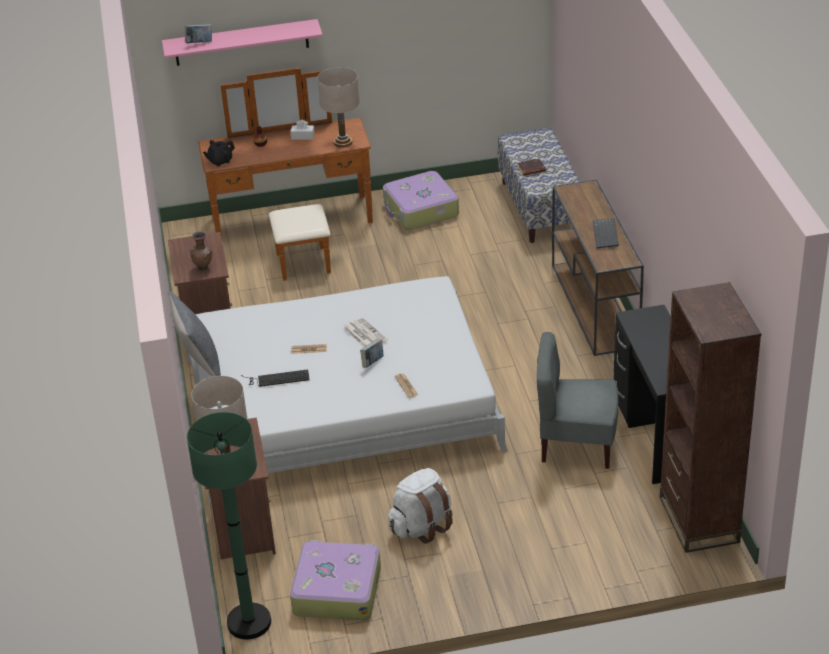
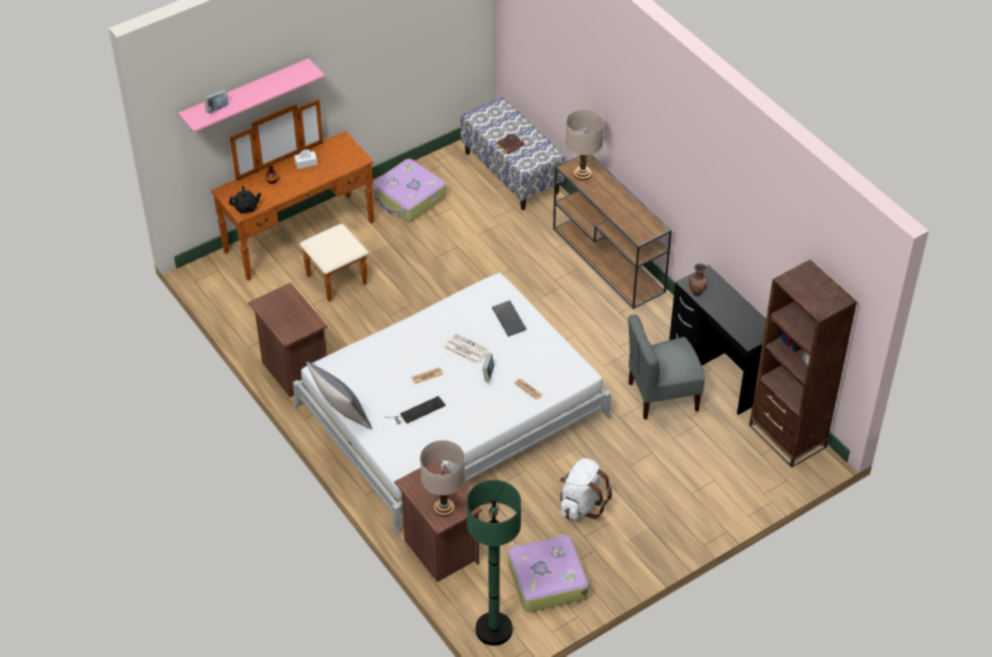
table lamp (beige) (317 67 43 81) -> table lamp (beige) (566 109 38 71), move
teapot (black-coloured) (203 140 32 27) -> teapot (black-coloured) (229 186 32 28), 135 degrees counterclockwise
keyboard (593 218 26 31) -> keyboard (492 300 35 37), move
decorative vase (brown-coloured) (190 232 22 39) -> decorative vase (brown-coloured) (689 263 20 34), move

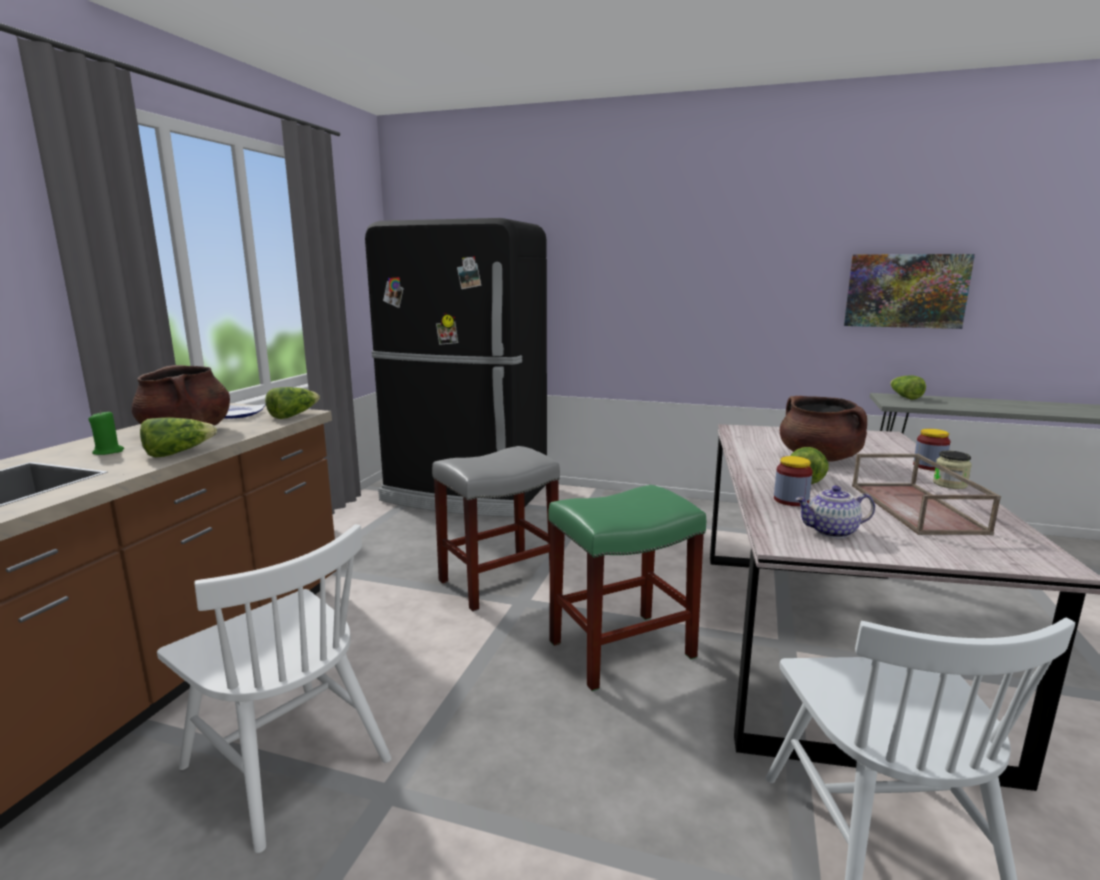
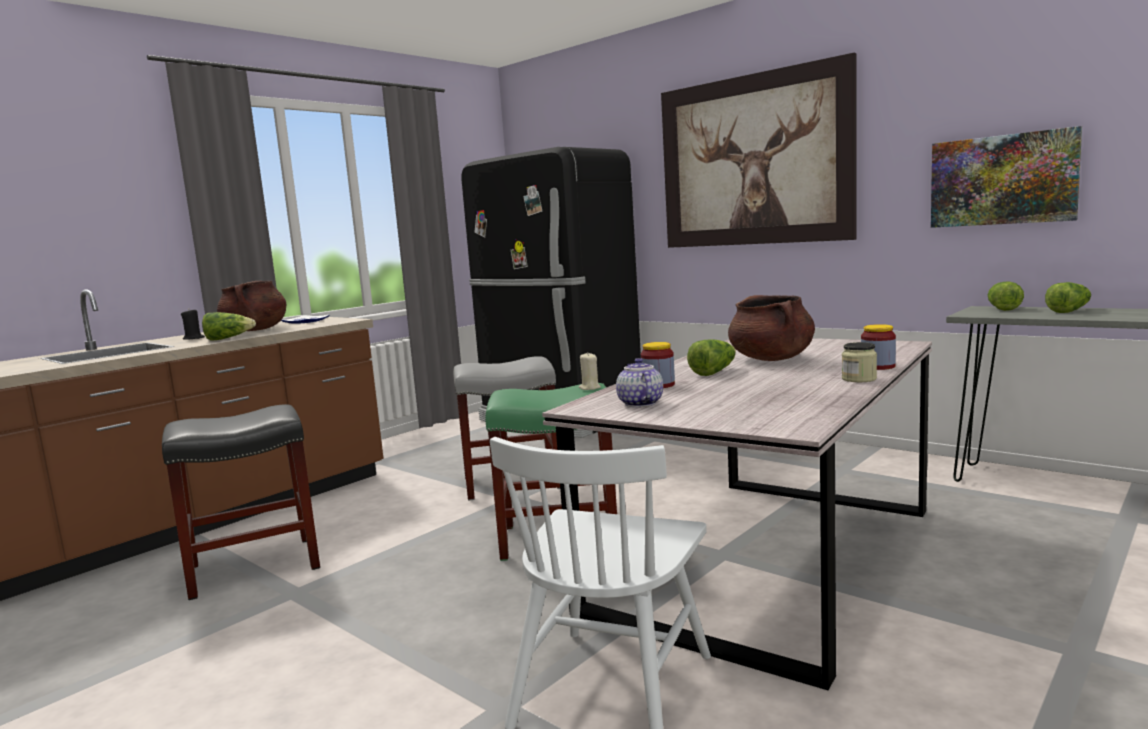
lettuce head (265 387 55 32) -> lettuce head (1045 282 46 31), move
wax light (green) (88 410 36 45) -> wax light (black-coloured) (181 310 24 30)
carrying tray (brown-coloured) (852 454 149 81) -> none
teapot (795 486 80 52) -> teapot (616 358 47 49), 60 degrees clockwise
plain chair (white-coloured) (157 524 235 329) -> stool seat (black-coloured) (162 404 158 196)
none -> wall picture (661 53 196 195)
none -> wax light (beige) (579 352 22 38)

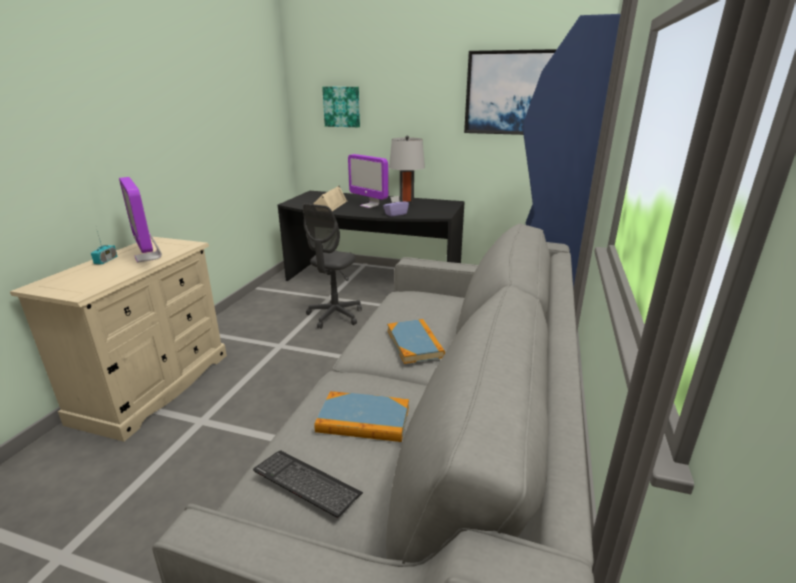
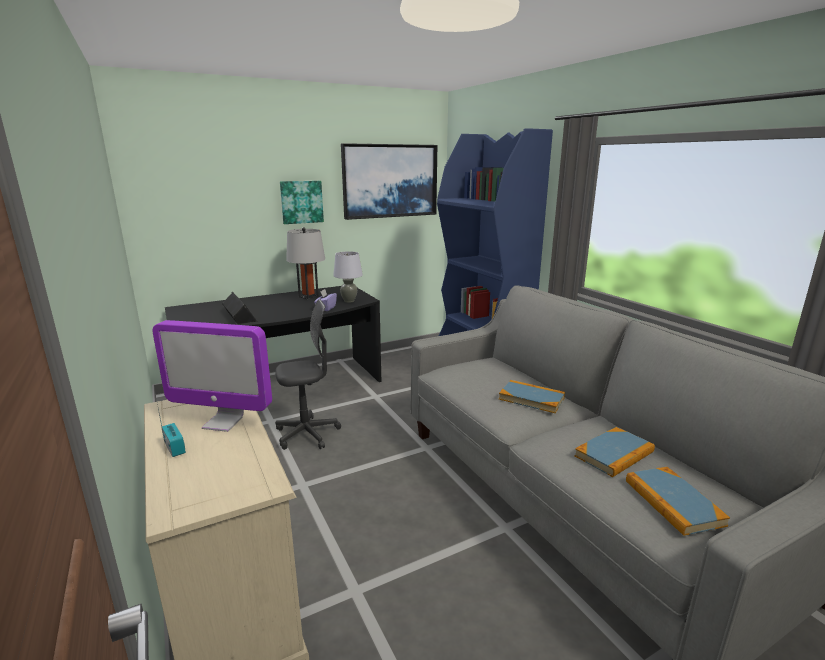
wall picture (322 87 38 40) -> wall picture (280 181 44 43), move
computer display (348 154 40 54) -> none
audio speaker (beige) (313 186 34 25) -> audio speaker (black-coloured) (222 292 35 32)
desk chair (grey) (303 203 59 126) -> desk chair (grey) (275 299 66 151), 90 degrees counterclockwise
keyboard (253 450 110 68) -> book (626 467 104 69)
none -> table lamp (grey) (333 251 30 52)

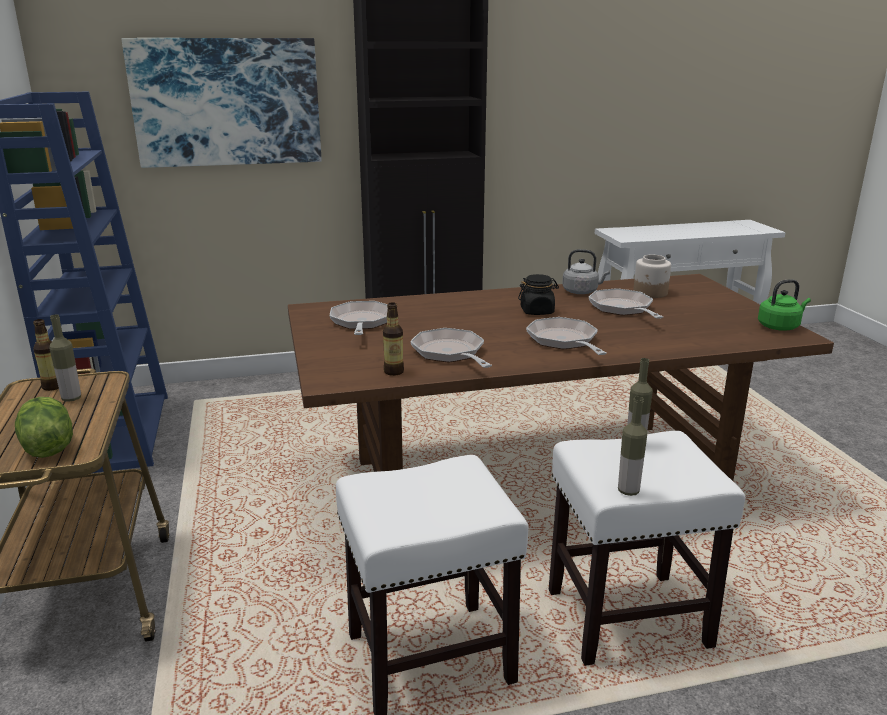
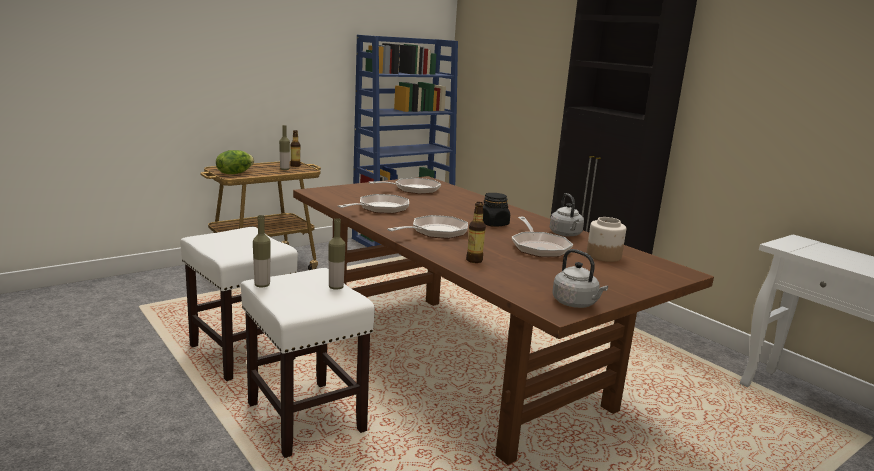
wall picture (121 38 201 130) -> none
water kettle (green) (758 279 53 52) -> water kettle (grey) (552 249 56 59)
pan (589 288 74 31) -> pan (512 217 61 40), 120 degrees clockwise
beverage bottle (383 302 21 74) -> beverage bottle (466 202 20 61), move

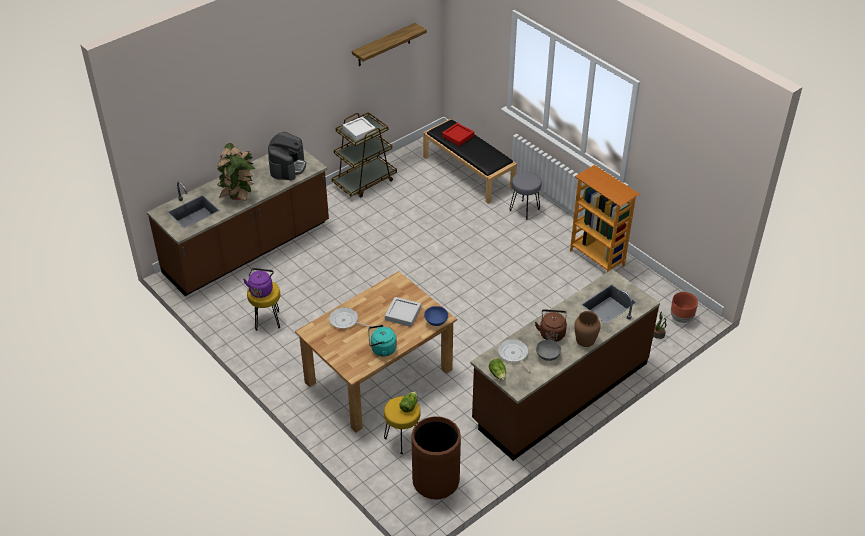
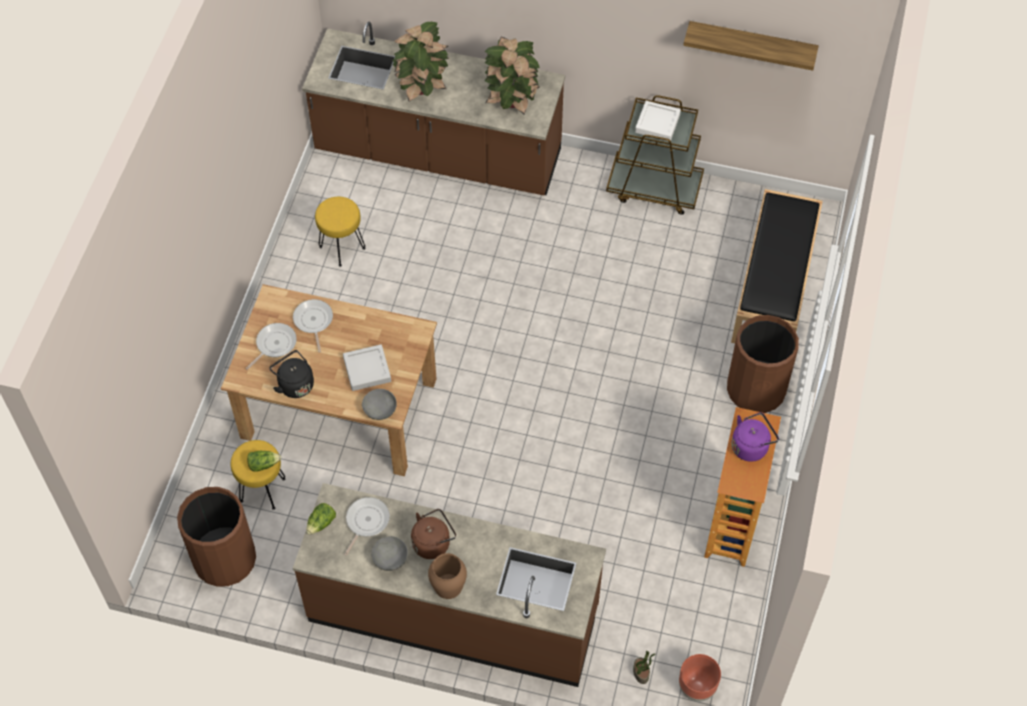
carrying tray (red-coloured) (442 123 32 23) -> none
coffee maker (268 132 38 49) -> houseplant (484 36 56 79)
stool seat (grey) (510 172 32 48) -> trash can (brown-coloured) (727 315 72 98)
water kettle (purplish) (243 268 31 30) -> water kettle (purplish) (732 412 47 50), move
serving bowl (blue-coloured) (424 306 24 20) -> serving bowl (grey) (362 389 35 31)
water kettle (turquoise-coloured) (368 325 29 32) -> water kettle (black-coloured) (270 350 44 48)
none -> pan (246 323 51 47)

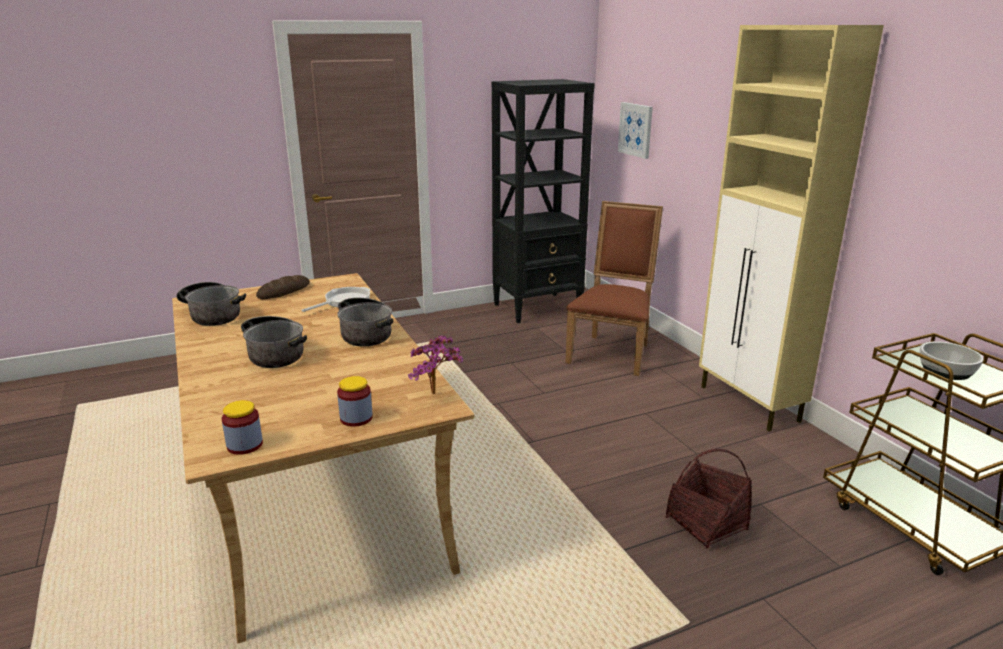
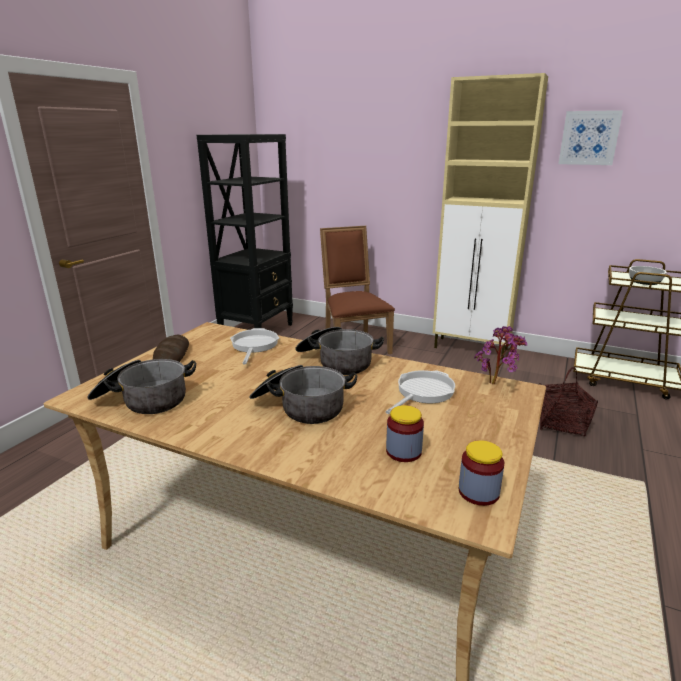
wall picture (618 102 35 57) -> wall picture (558 110 65 55), move
storage jar (337 376 36 51) -> storage jar (386 405 38 57), move
none -> pan (386 370 69 44)

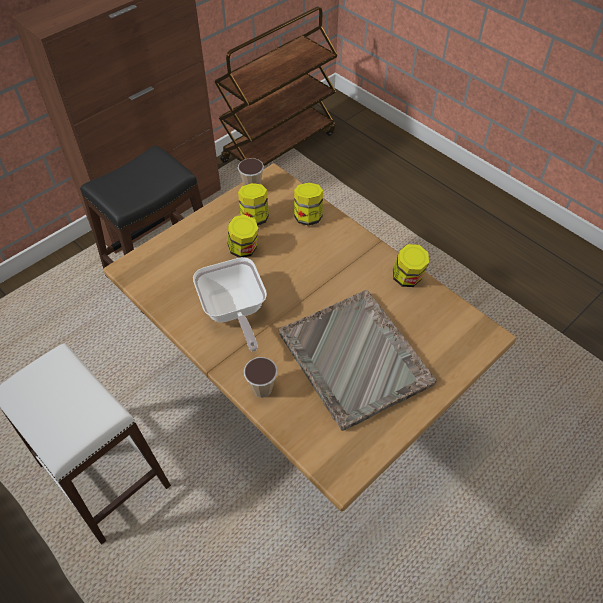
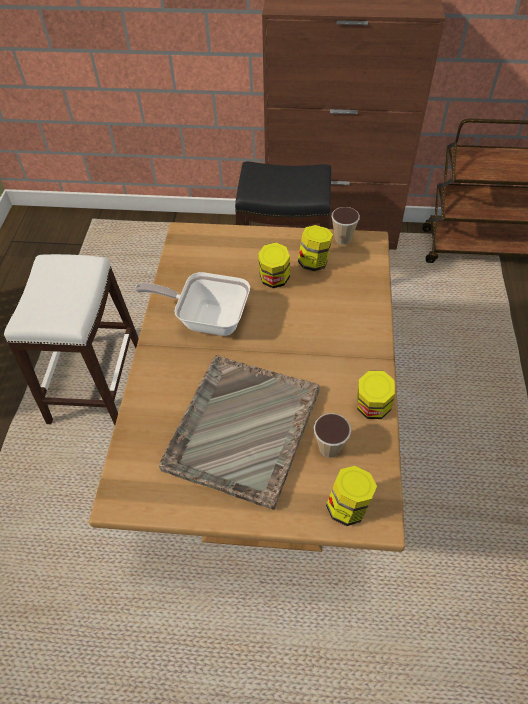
storage jar (294 182 29 44) -> storage jar (326 466 51 60), move
pan (193 257 74 95) -> pan (135 272 115 64), 75 degrees clockwise
small cup (244 357 34 41) -> small cup (314 413 37 45), move

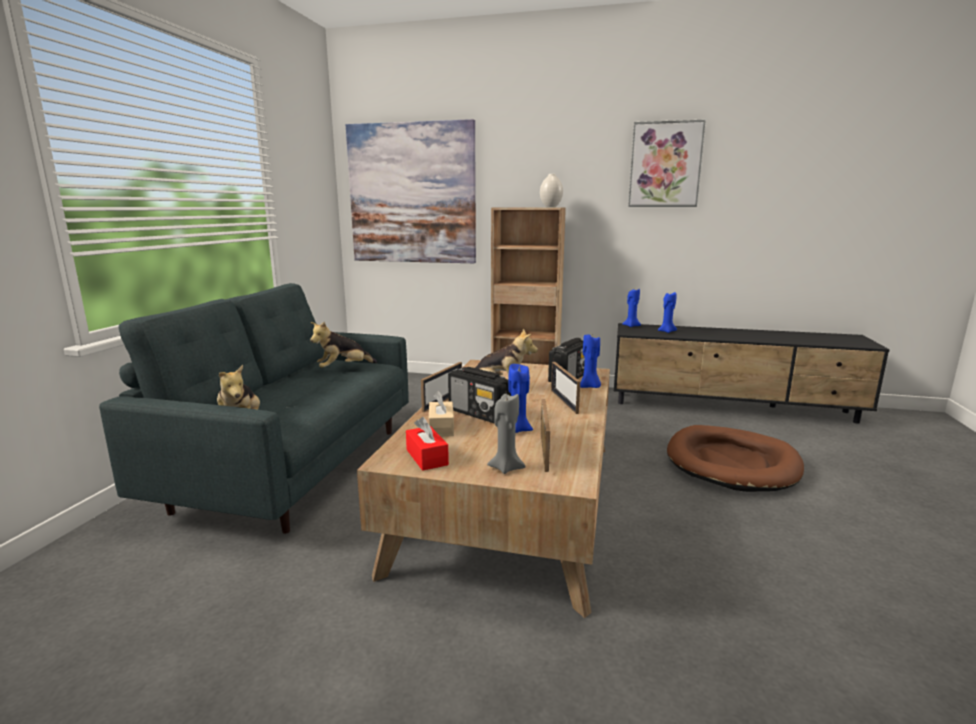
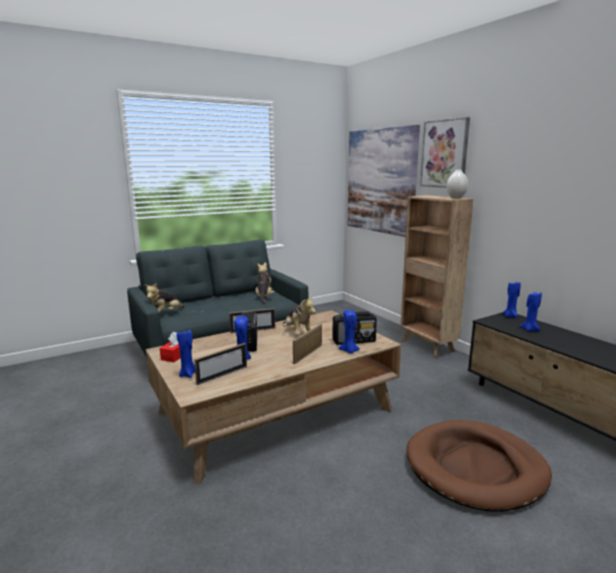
wall picture (628 119 78 88) -> wall picture (420 117 50 71), move
cuddly toy (310 321 67 47) -> cuddly toy (255 263 20 42), 75 degrees clockwise
tissue holder (beige) (429 391 25 46) -> none
wax light (grey) (487 394 39 80) -> wax light (blue-coloured) (176 330 19 48)

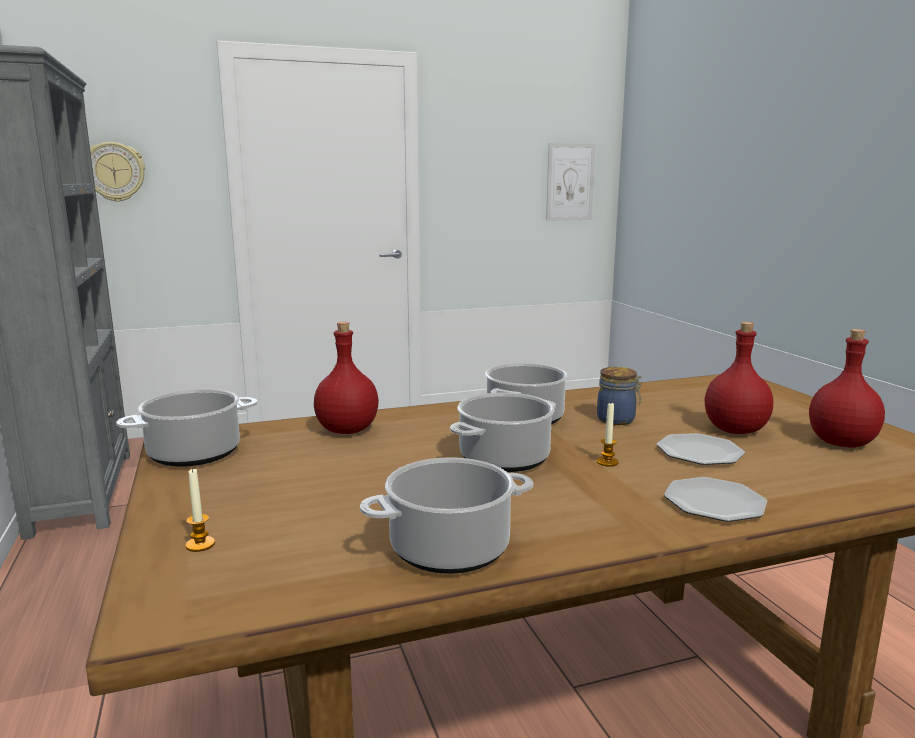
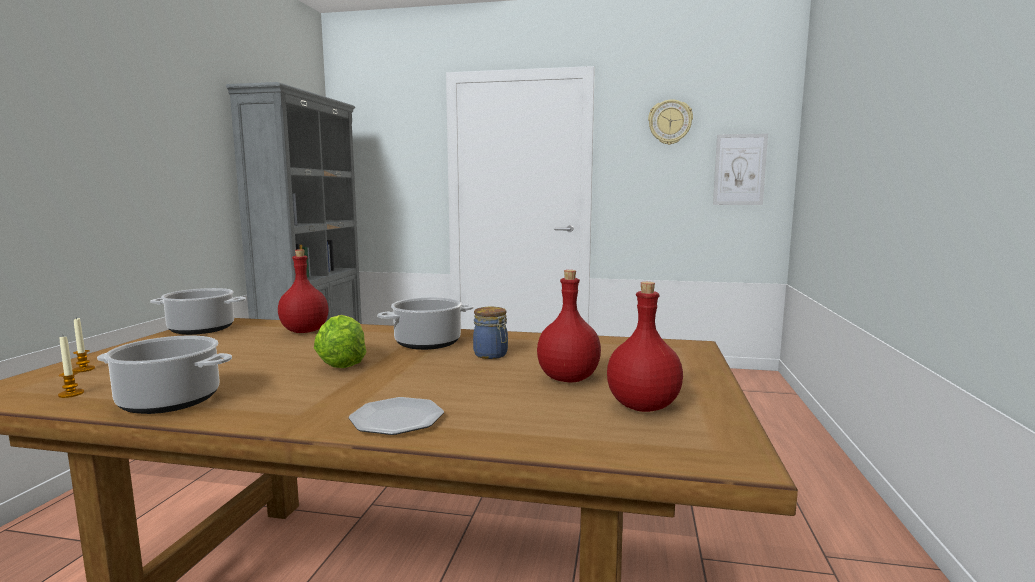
clock on the wall (90 142 55 60) -> clock on the wall (648 99 45 46), move
cooking pot (450 393 106 79) -> lettuce head (314 315 53 53)
wax light (597 403 22 64) -> wax light (58 337 26 61), move
dinner plate (657 433 88 32) -> none

